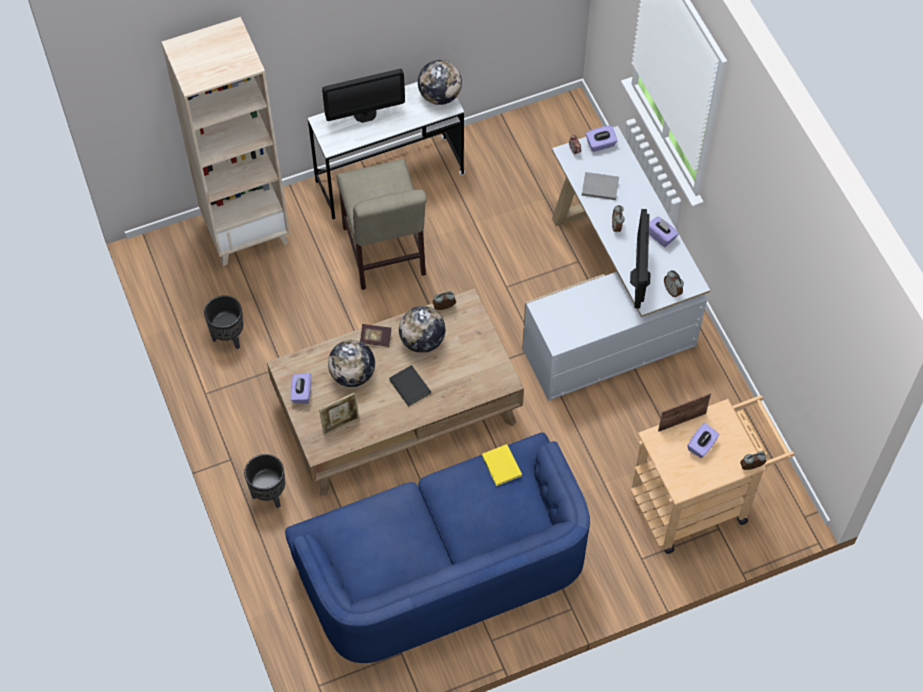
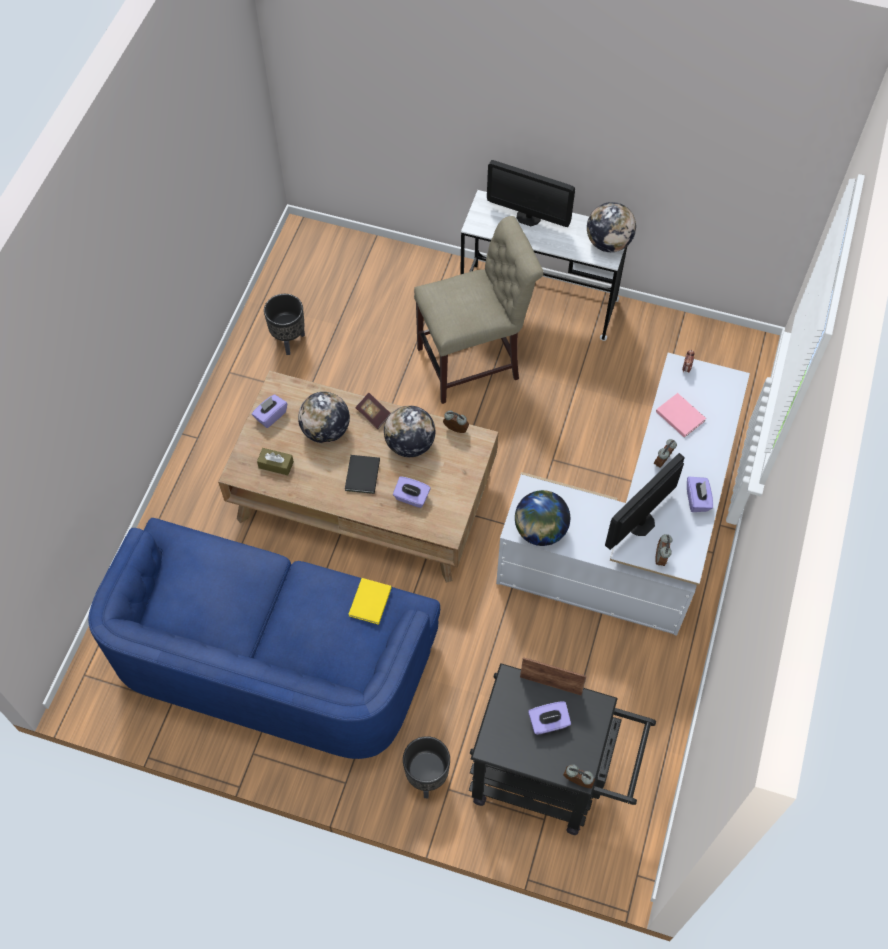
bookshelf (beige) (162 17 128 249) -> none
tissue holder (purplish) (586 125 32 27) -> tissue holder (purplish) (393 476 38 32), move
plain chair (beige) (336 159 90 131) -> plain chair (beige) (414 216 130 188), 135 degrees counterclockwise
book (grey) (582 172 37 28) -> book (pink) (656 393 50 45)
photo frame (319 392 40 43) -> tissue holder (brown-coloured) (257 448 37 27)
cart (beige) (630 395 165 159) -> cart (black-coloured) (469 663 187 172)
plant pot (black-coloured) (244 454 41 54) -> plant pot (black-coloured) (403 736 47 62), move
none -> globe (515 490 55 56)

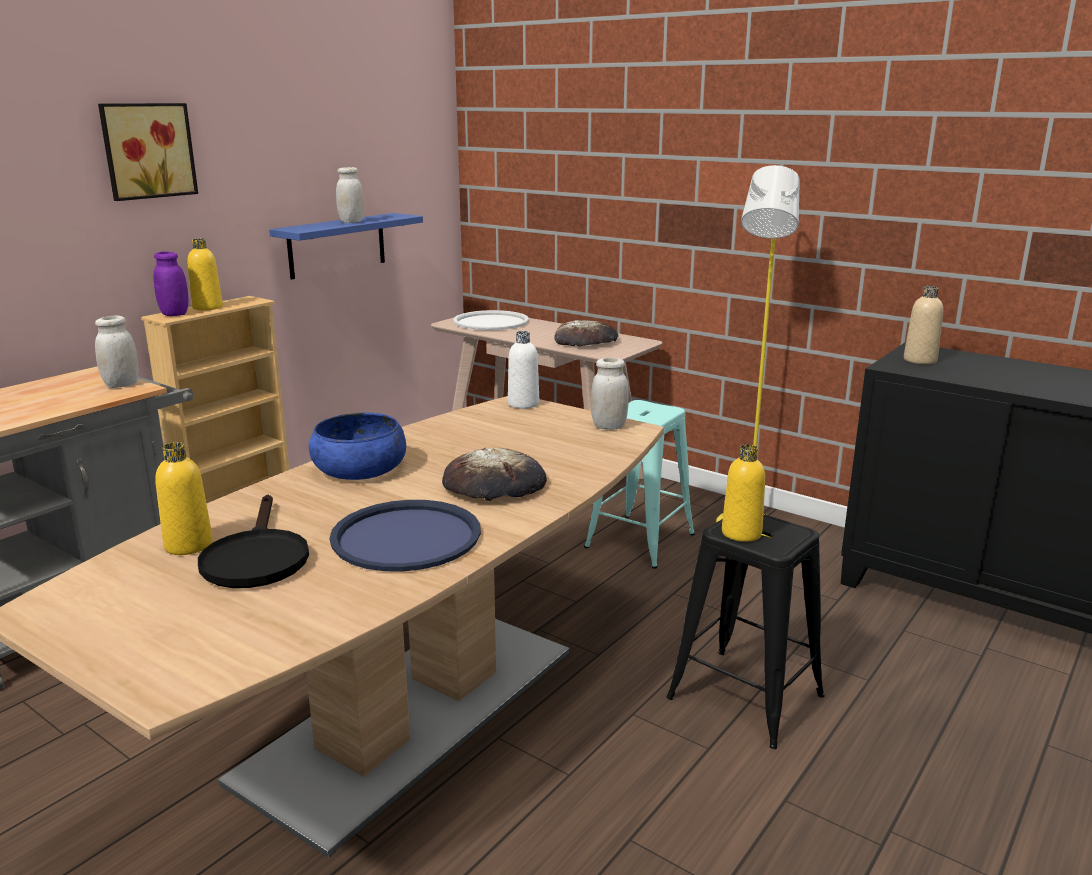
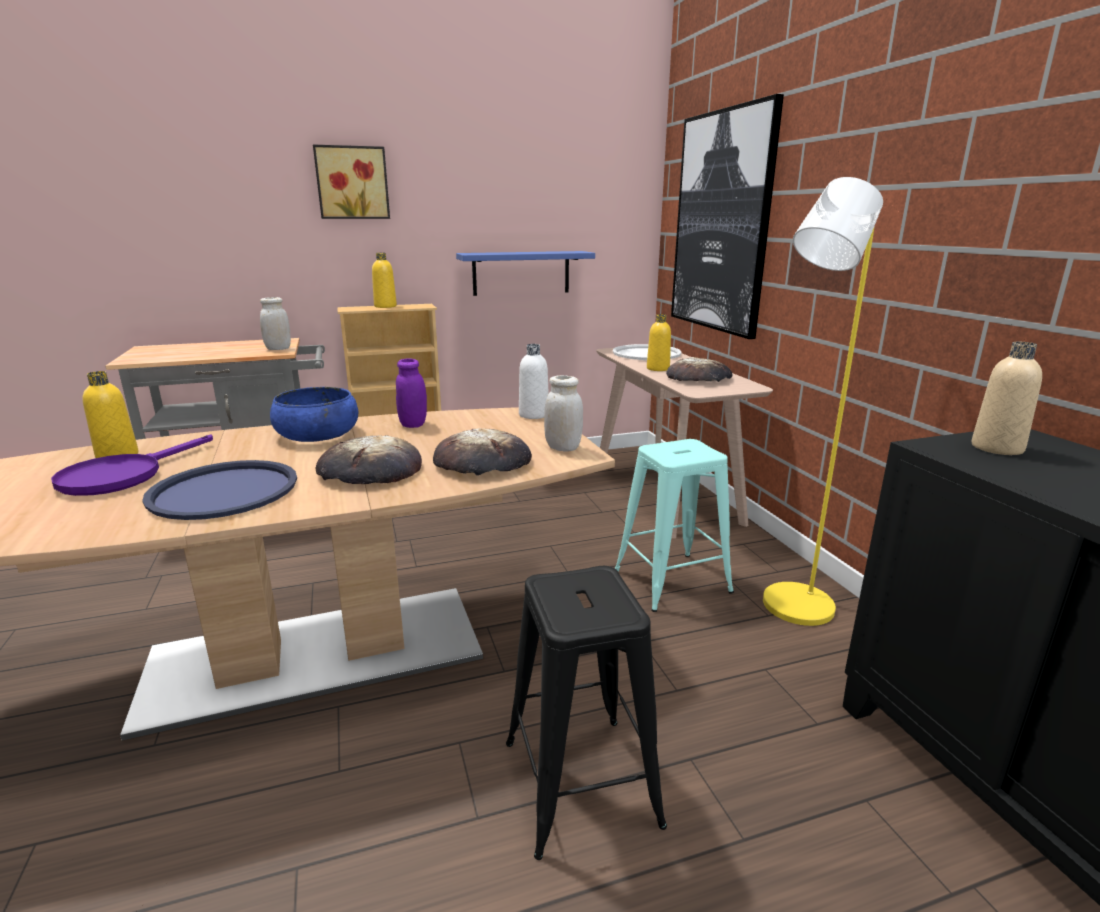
storage jar (white-coloured) (336 167 28 56) -> none
storage jar (purplish) (154 251 35 65) -> storage jar (purplish) (396 358 31 70), move
beverage bottle (yellow) (722 444 43 98) -> beverage bottle (yellow) (647 314 24 57), move
pan (black-coloured) (198 495 111 93) -> pan (purplish) (51 434 162 62)
none -> wall picture (671 94 113 245)
none -> bakery bread (433 428 99 48)

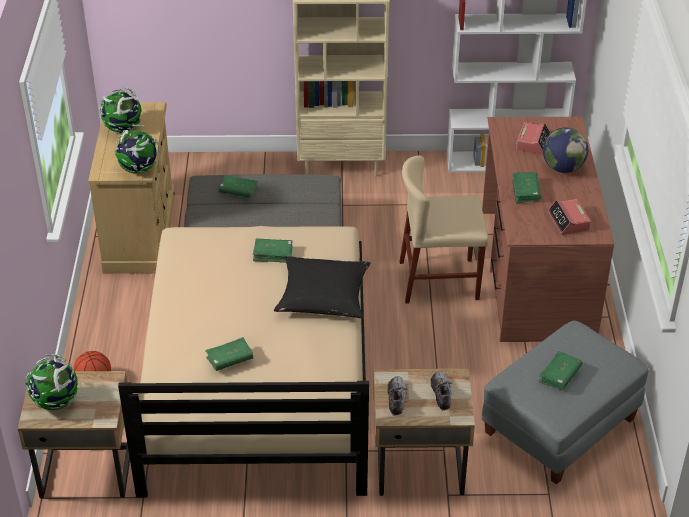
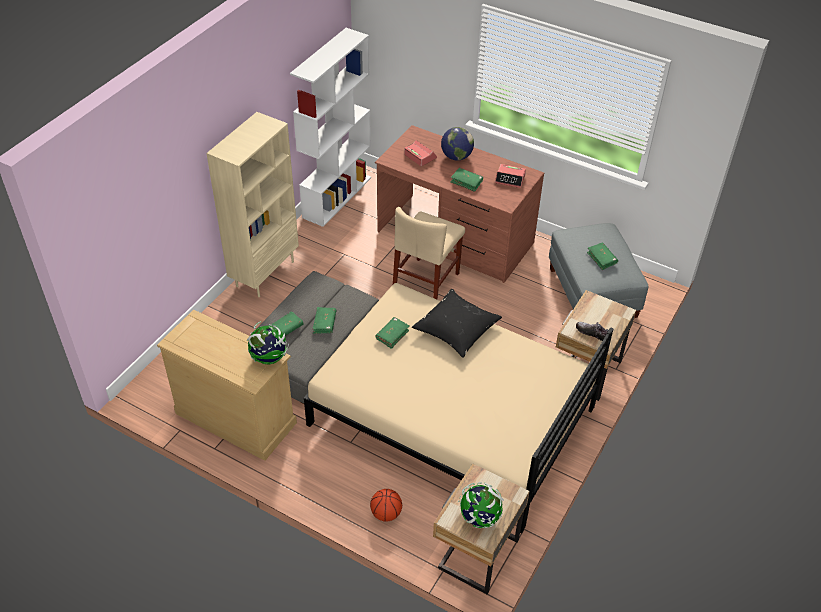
globe (99 87 43 47) -> none
book (green) (205 337 48 34) -> book (green) (313 307 24 27), move
shoe (430 371 22 40) -> none

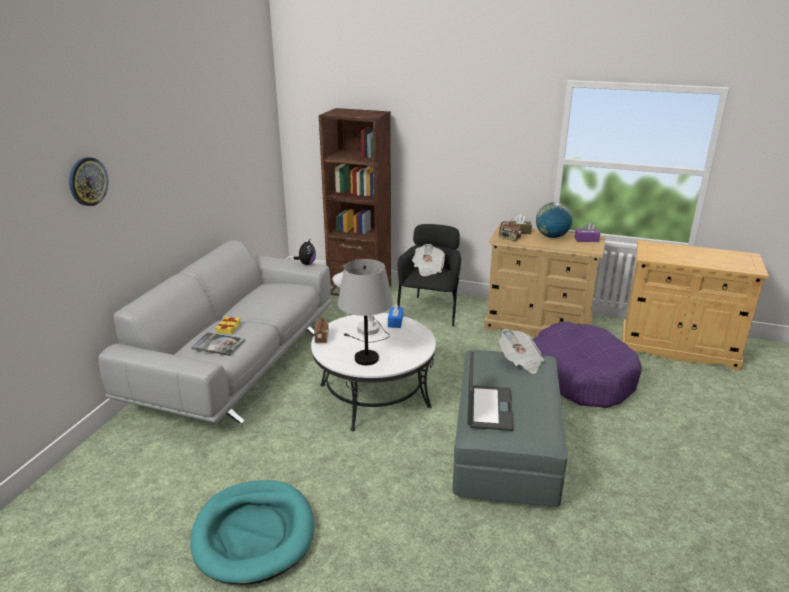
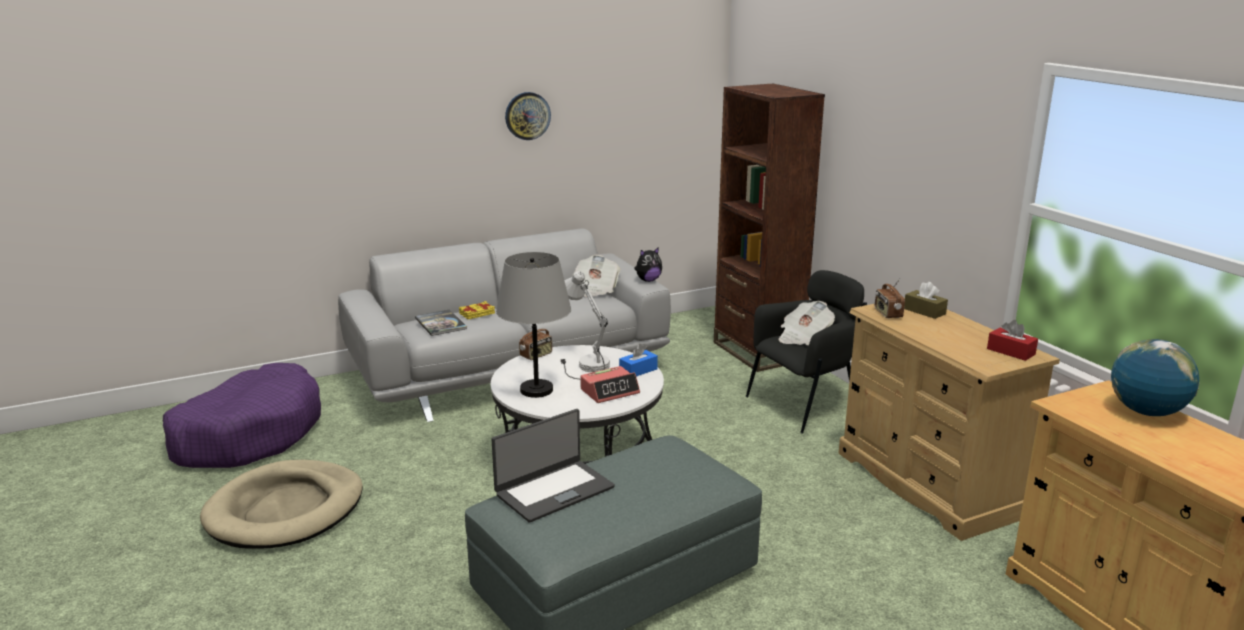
clock on the wall (69 157 39 49) -> clock on the wall (505 92 46 48), move
globe (536 202 36 36) -> globe (1111 339 89 77), move
tissue holder (purplish) (574 222 26 20) -> tissue holder (red-coloured) (987 320 51 41)
dog bed (purplish) (532 322 110 86) -> dog bed (purplish) (163 363 158 105), move
daily paper (499 329 45 45) -> daily paper (573 255 47 42), move
dog bed (turquoise-coloured) (190 480 124 105) -> dog bed (beige) (200 460 163 89)
none -> bedside clock (580 366 60 37)

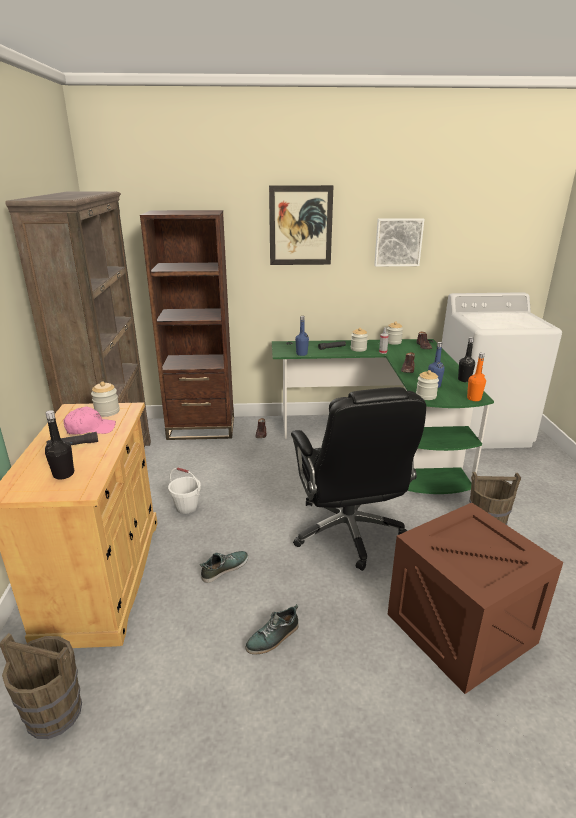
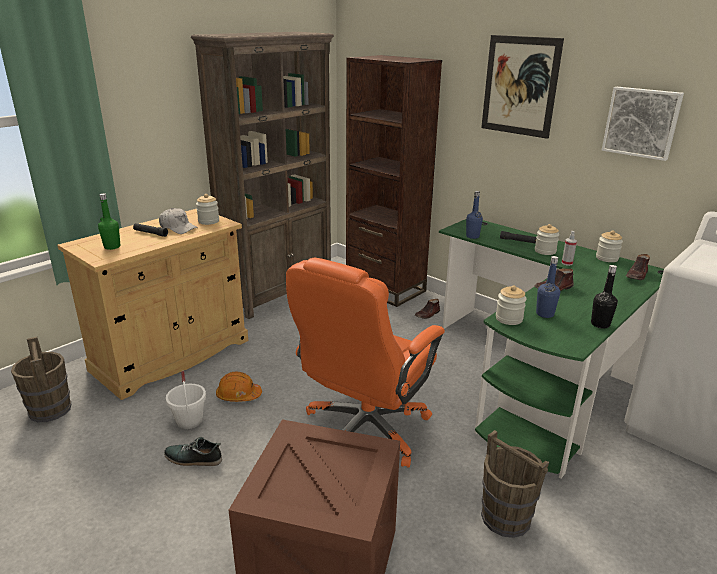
beverage bottle (orange-coloured) (467 353 19 48) -> none
desk chair (black-coloured) (291 387 135 184) -> desk chair (orange-coloured) (286 258 159 210)
cap (pink) (63 407 53 28) -> cap (white-coloured) (159 208 39 26)
beverage bottle (black-coloured) (45 410 29 69) -> beverage bottle (green) (98 193 22 57)
bucket (white-coloured) (168 468 33 46) -> bucket (white-coloured) (166 371 40 58), move
shoe (200 551 48 32) -> work helmet (orange-coloured) (216 371 46 31)

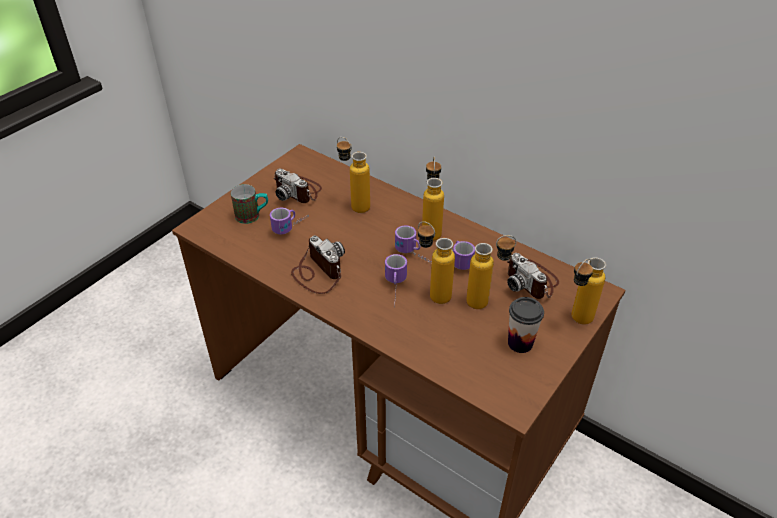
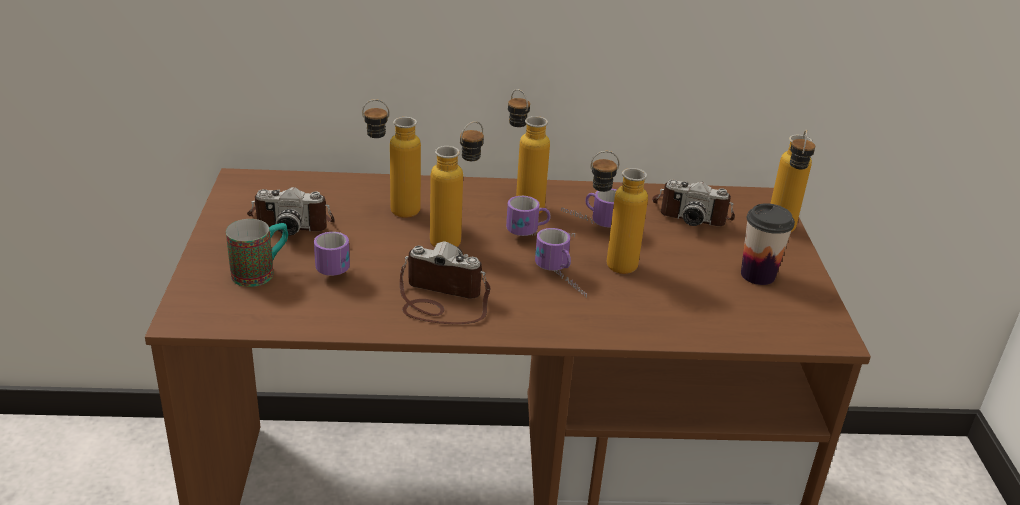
beverage bottle (466 235 50 74) -> beverage bottle (430 121 54 126), move

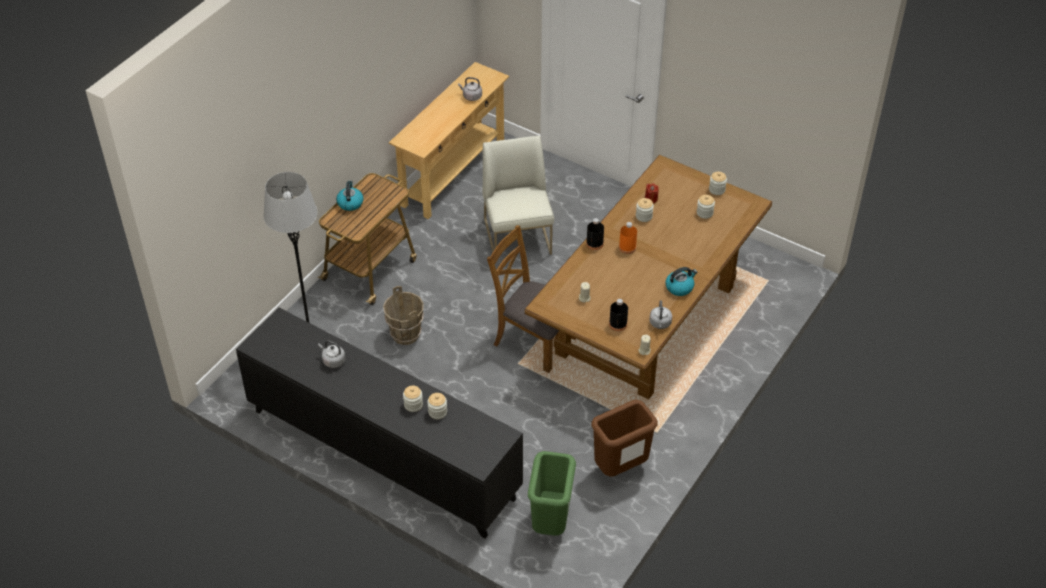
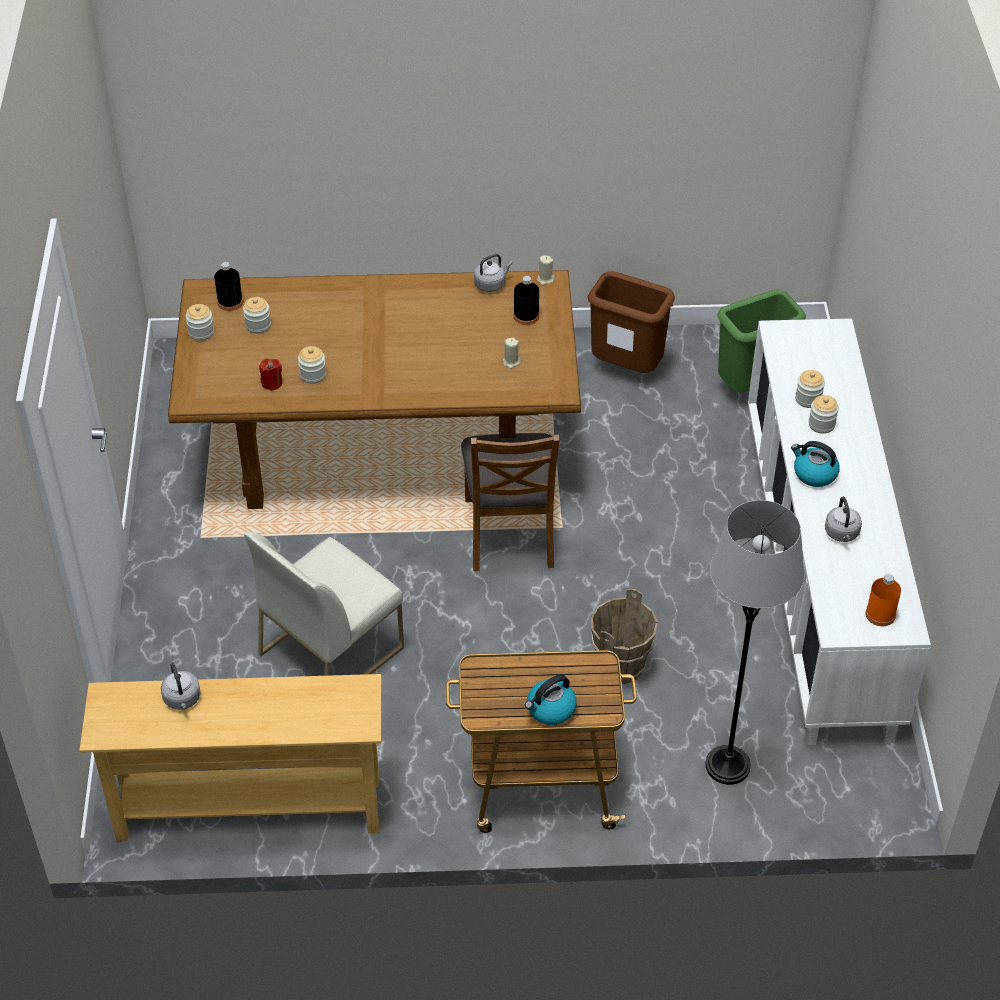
beverage bottle (black-coloured) (586 218 18 32) -> beverage bottle (black-coloured) (214 262 29 49), move
beverage bottle (orange-coloured) (619 222 18 32) -> beverage bottle (orange-coloured) (866 574 35 52), move
water kettle (665 267 32 29) -> water kettle (791 441 49 46), move
cupboard (black-coloured) (236 307 287 231) -> cupboard (white-coloured) (748 318 183 427)

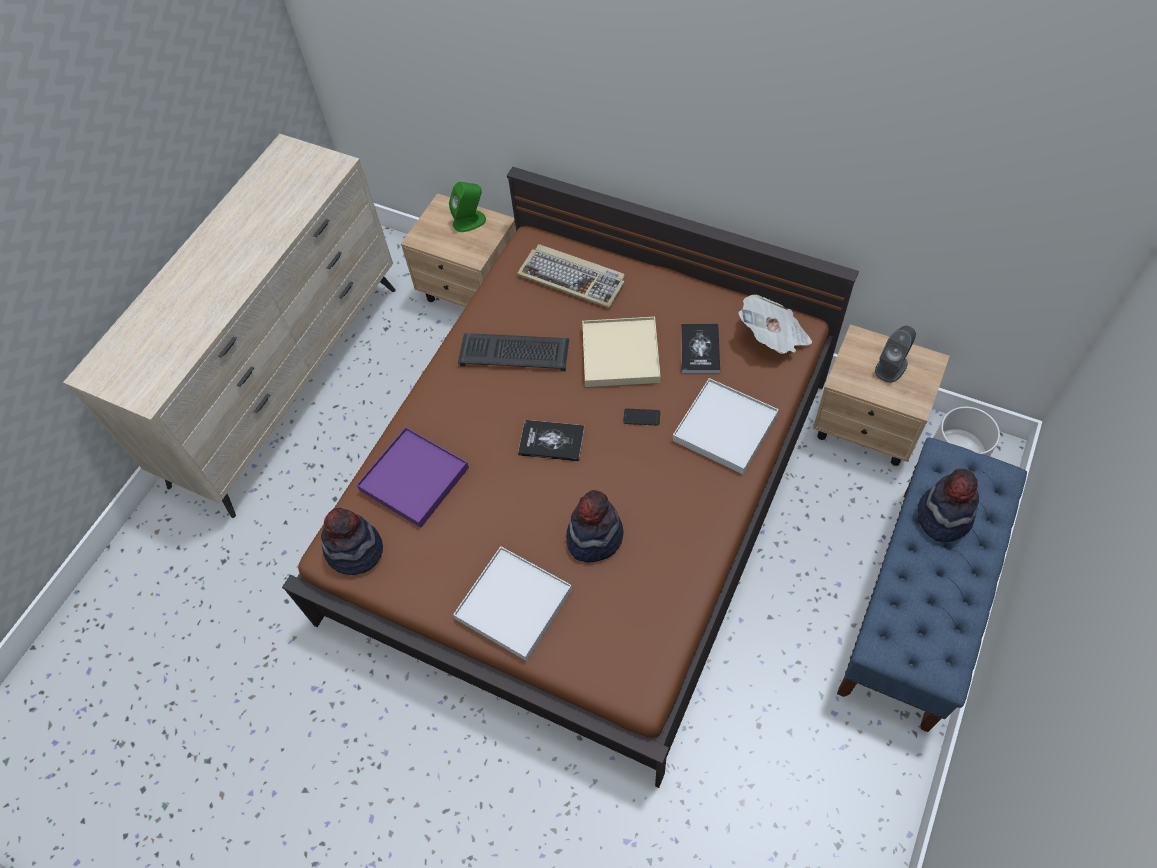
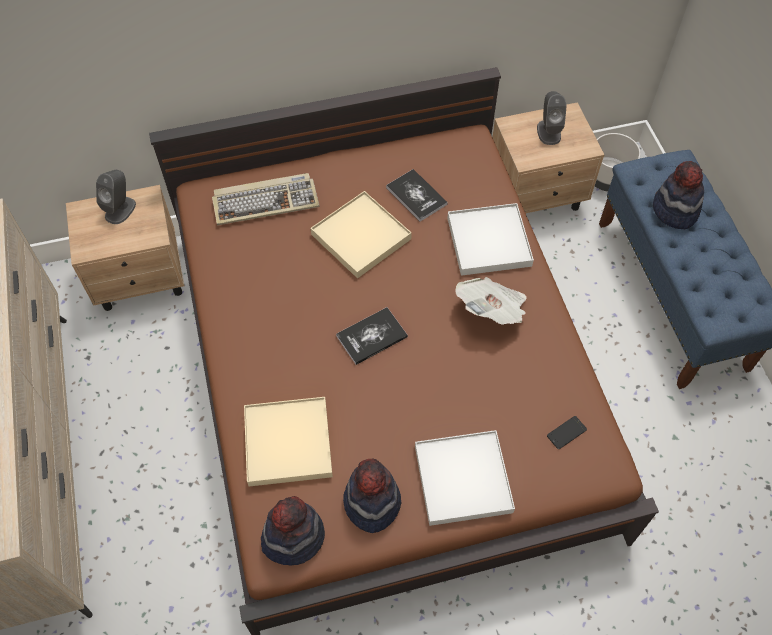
audio speaker (green) (449 182 37 50) -> audio speaker (grey) (96 170 40 54)
daily paper (738 294 74 60) -> daily paper (455 277 72 48), move
keyboard (458 333 111 38) -> none
handset (623 409 37 17) -> handset (547 416 40 33), move
carrying tray (purplish) (356 427 113 101) -> carrying tray (beige) (244 397 89 89)
hat (566 490 58 73) -> hat (343 459 58 74), move

